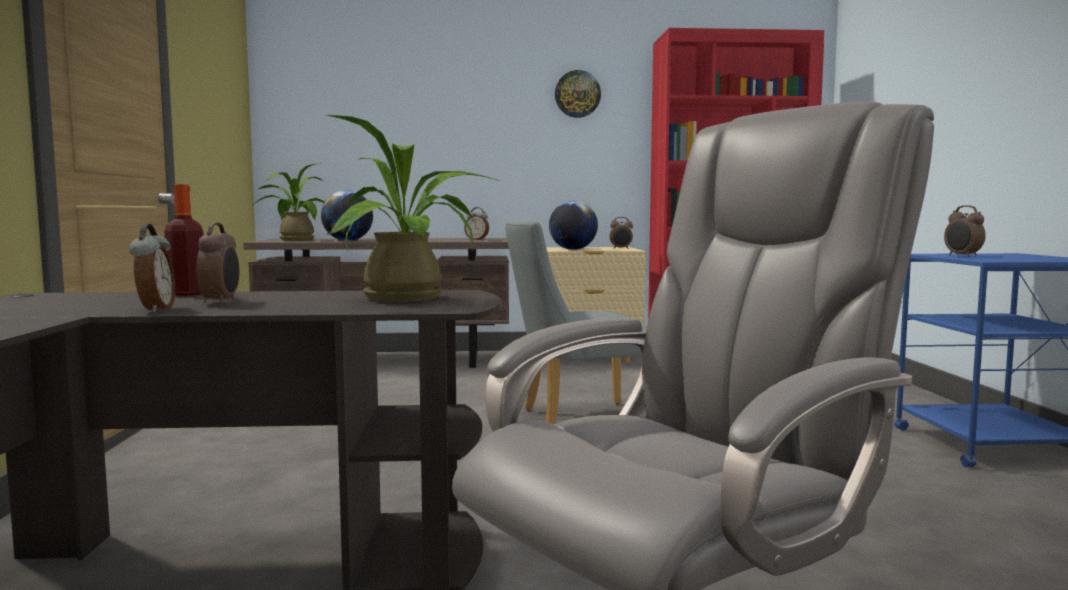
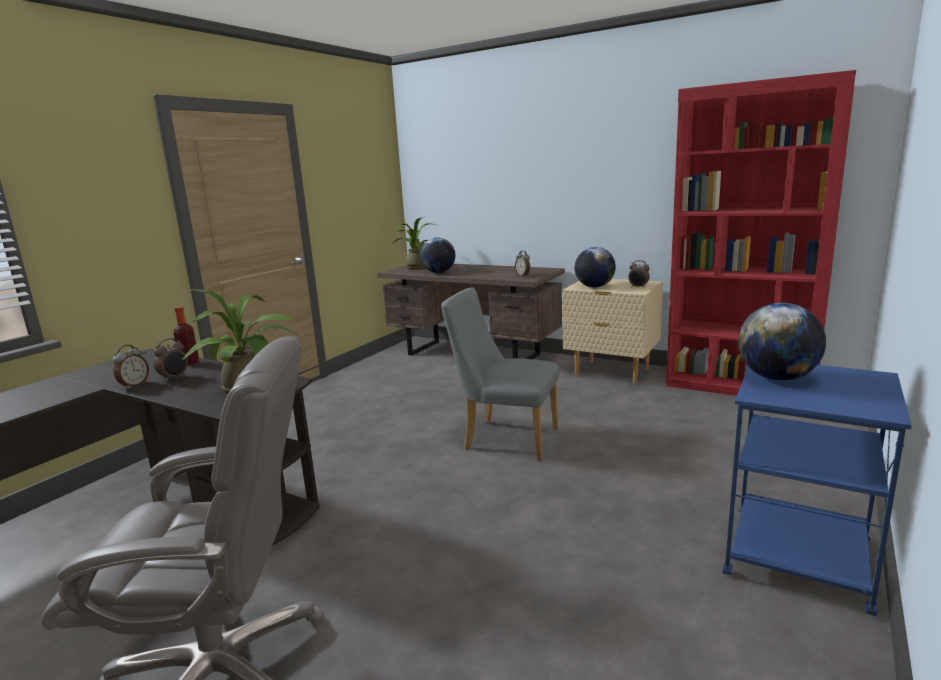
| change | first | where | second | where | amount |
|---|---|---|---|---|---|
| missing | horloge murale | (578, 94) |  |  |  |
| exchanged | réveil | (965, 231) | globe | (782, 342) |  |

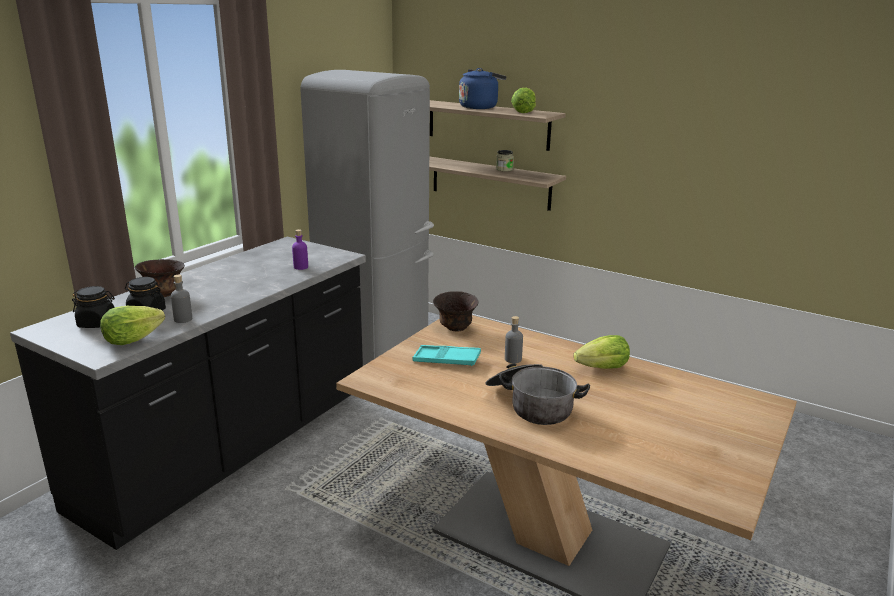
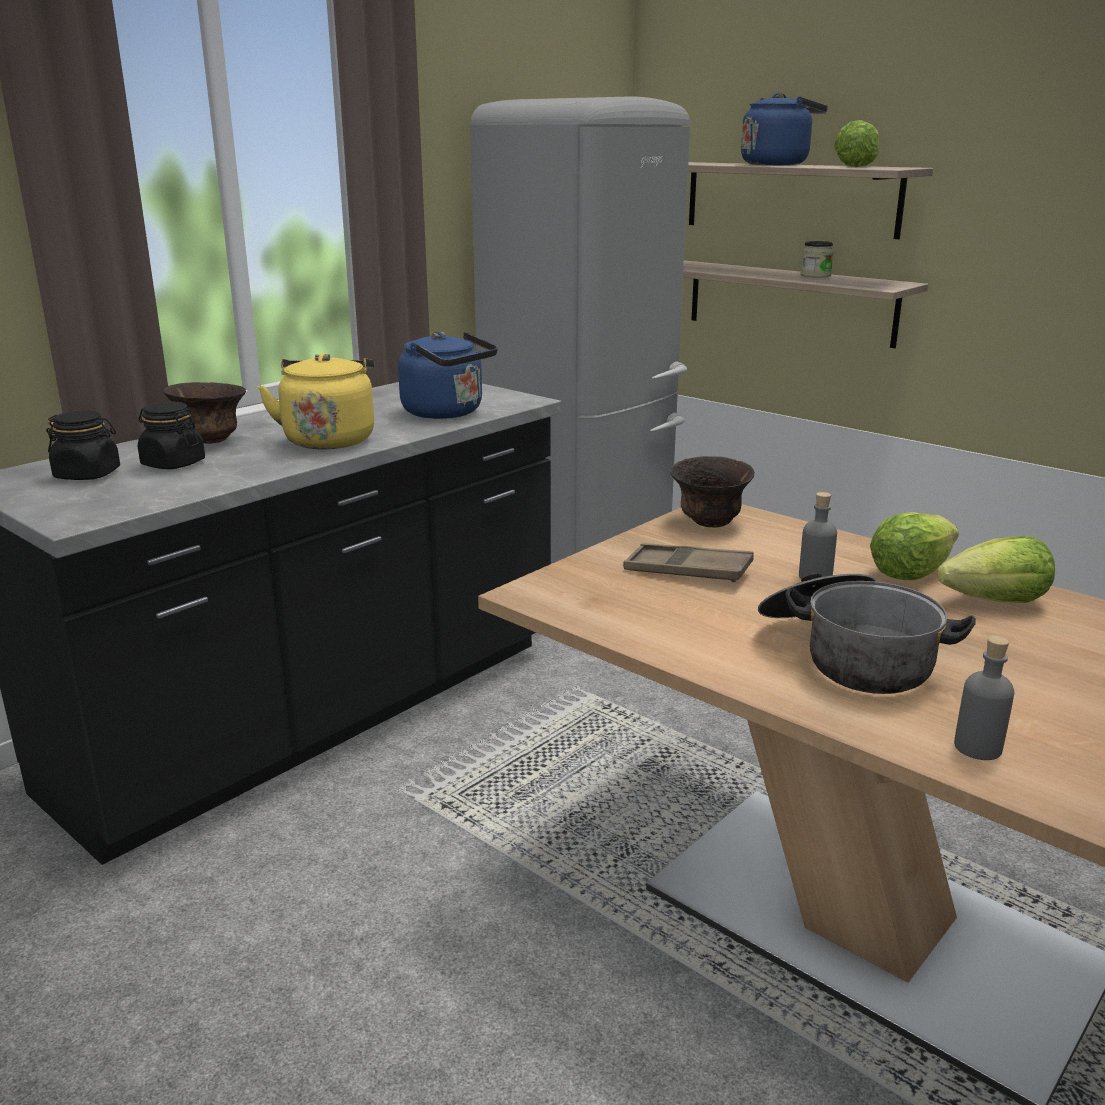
| change | first | where | second | where | amount |
|---|---|---|---|---|---|
| appeared |  |  | bouilloire (jaune) | (316, 401) |  |
| relocated | laitue | (132, 325) |  | (914, 546) |  |
| relocated | bouteille (gris) | (181, 299) |  | (984, 698) |  |
| exchanged | bouteille (violet) | (300, 249) | bouilloire (bleu) | (448, 375) |  |
| colour | plateau (turquoise) | (446, 355) | plateau (marron) | (688, 562) |  |

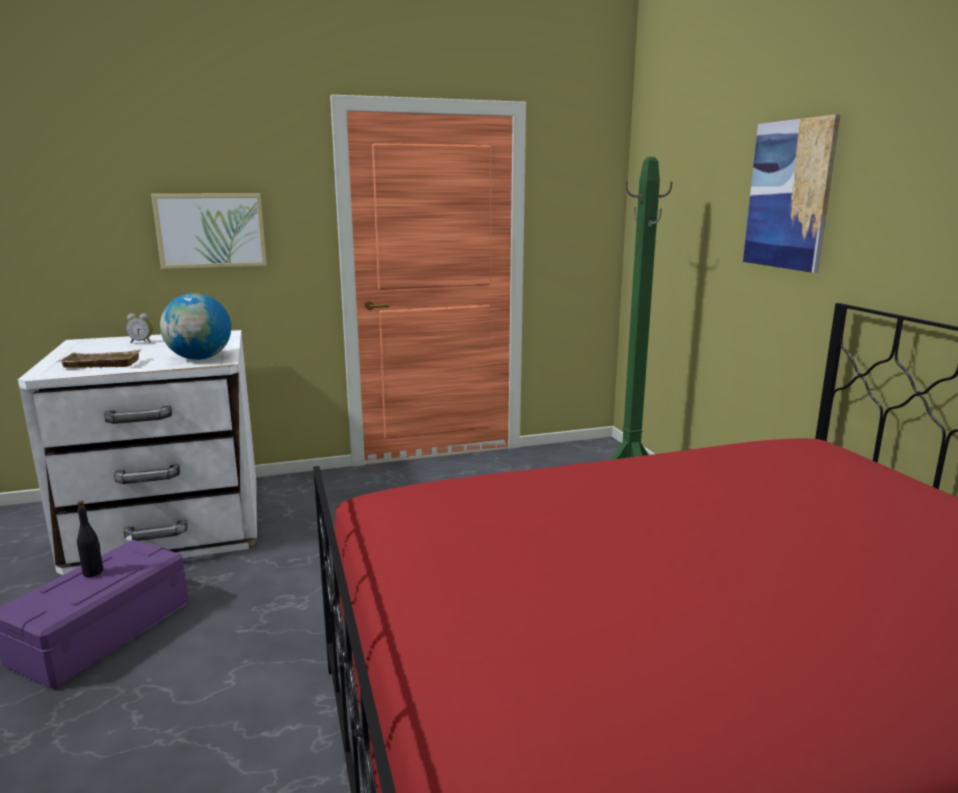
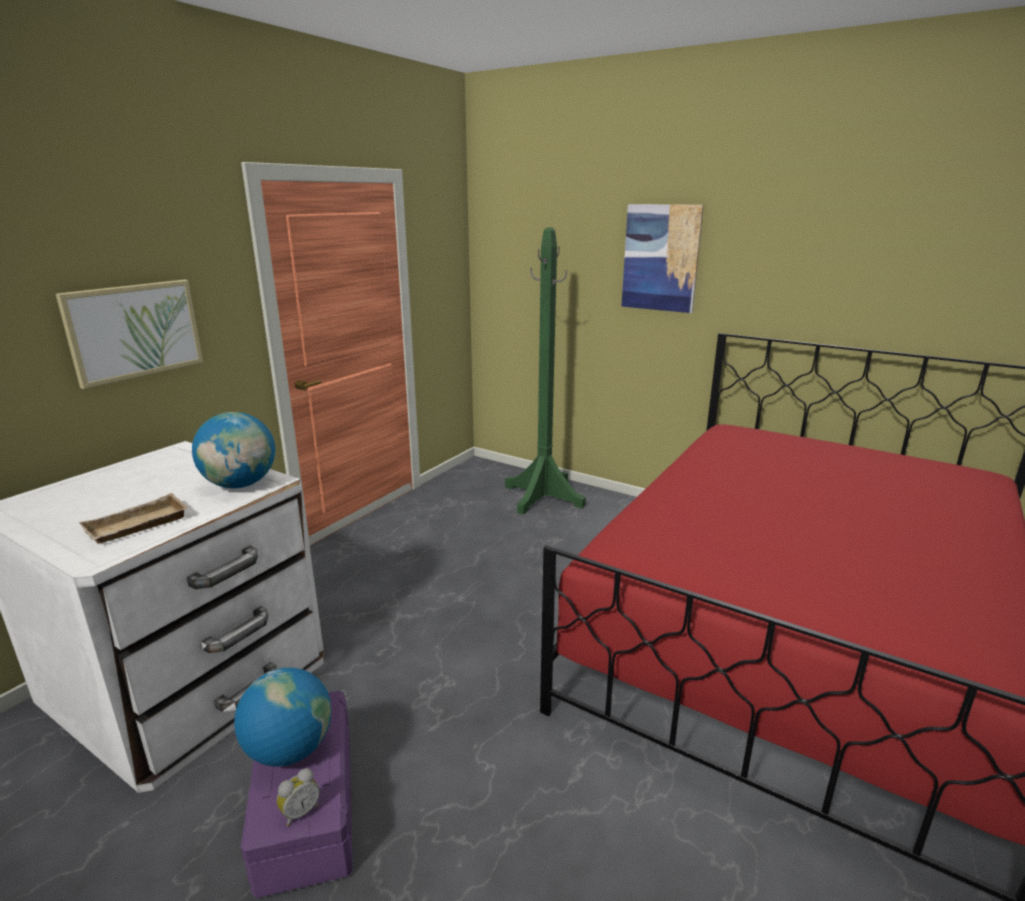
| change | first | where | second | where | amount |
|---|---|---|---|---|---|
| relocated | réveil | (139, 328) |  | (298, 797) |  |
| exchanged | bouteille (noir) | (90, 539) | globe | (282, 717) |  |

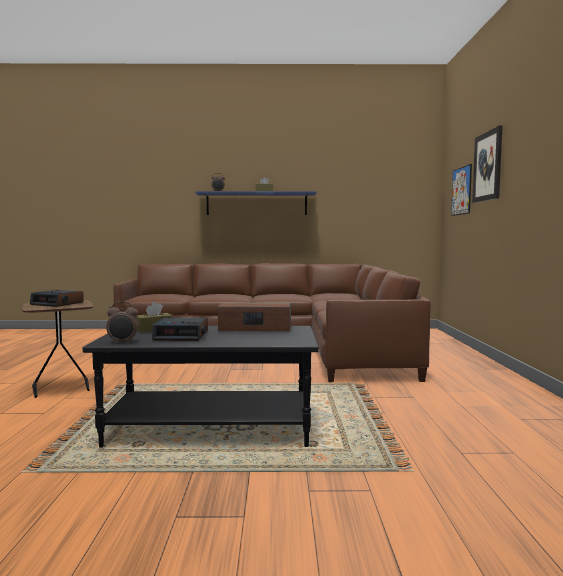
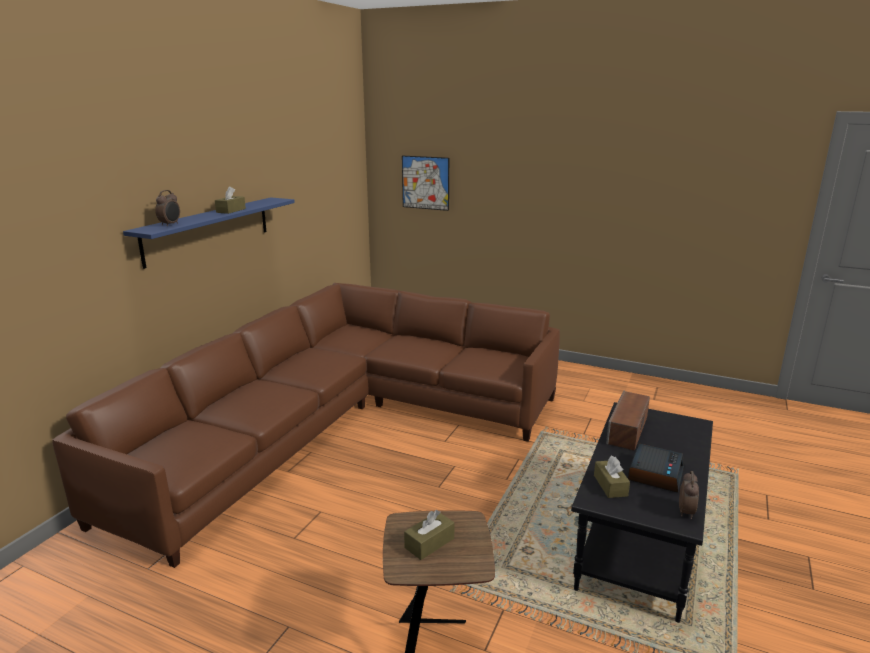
| change | first | where | second | where | amount |
|---|---|---|---|---|---|
| missing | tableau | (487, 164) |  |  |  |
| exchanged | réveil | (57, 298) | boîte à mouchoirs (marron) | (429, 535) |  |

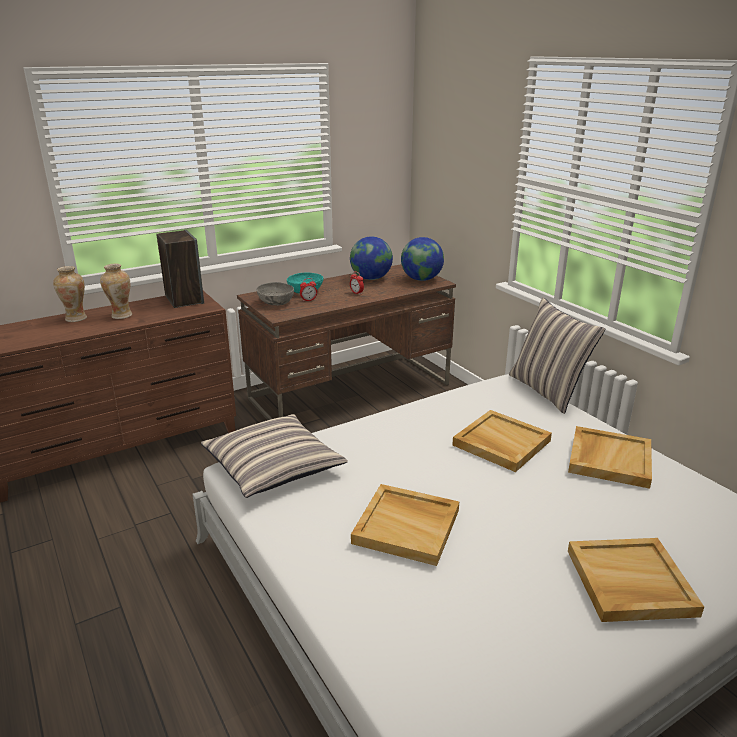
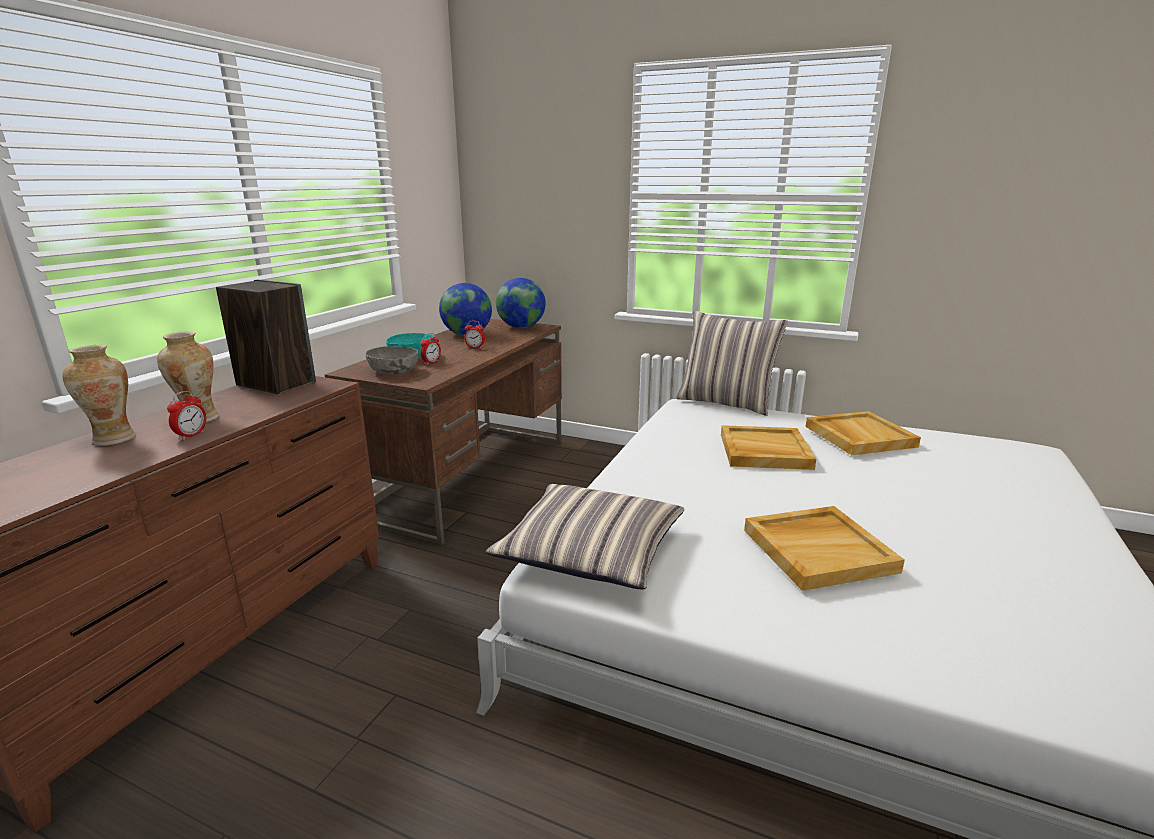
| change | first | where | second | where | amount |
|---|---|---|---|---|---|
| missing | plateau (beige) | (636, 580) |  |  |  |
| appeared |  |  | réveil | (186, 415) |  |

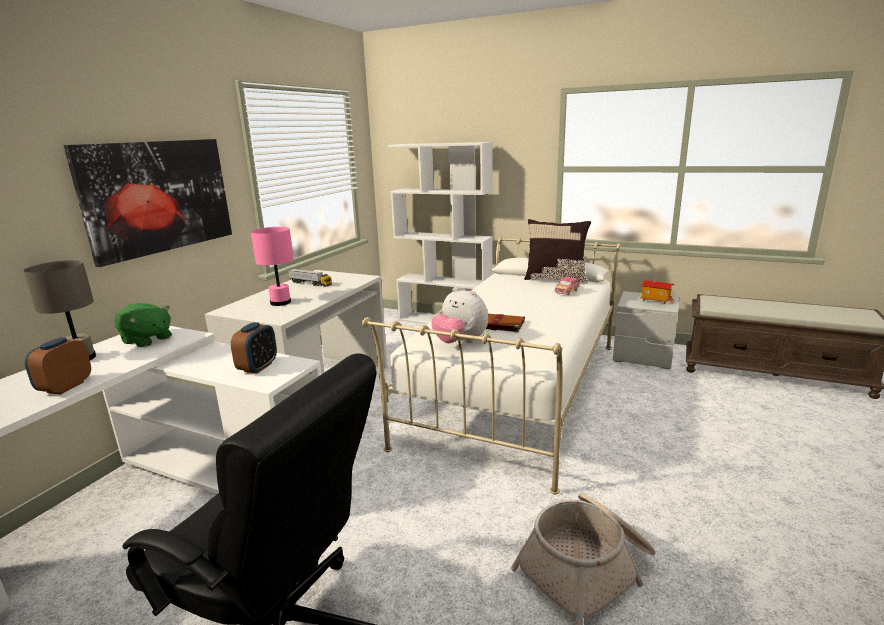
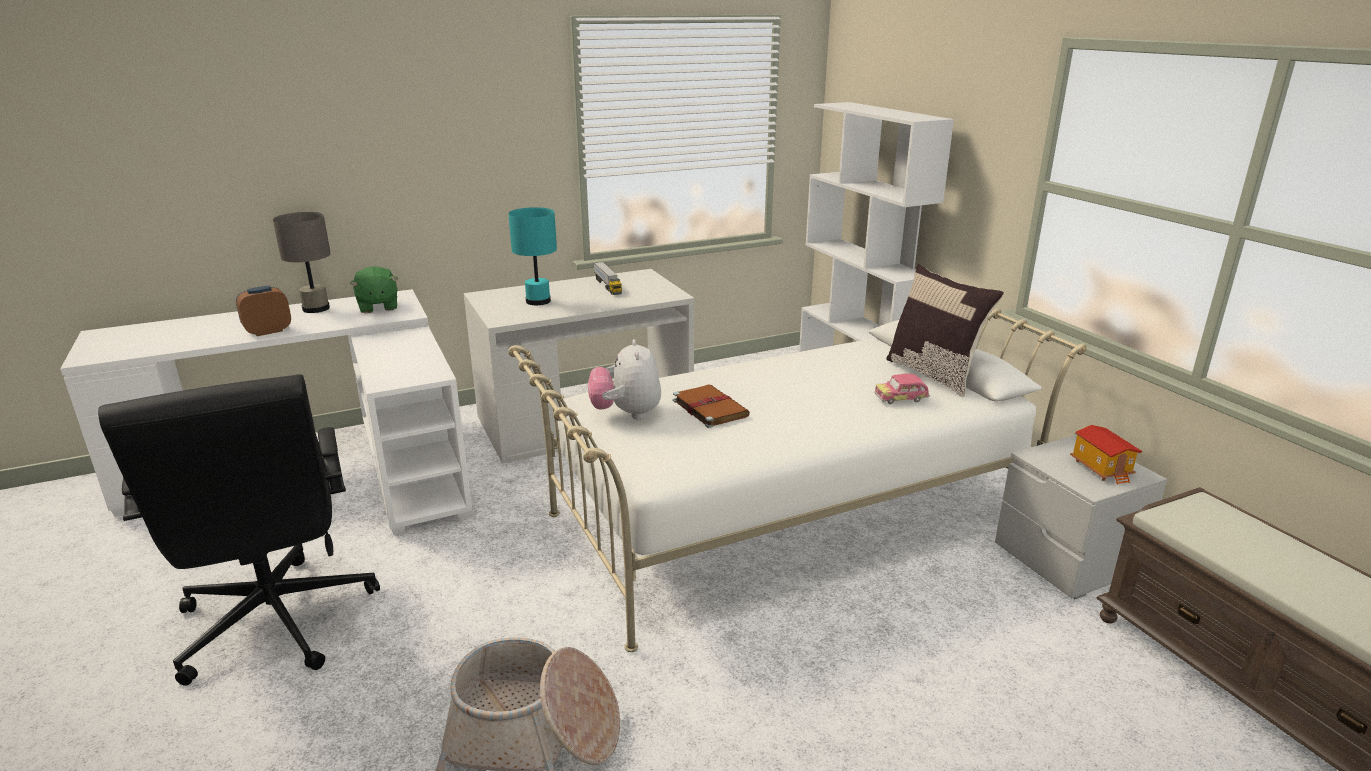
| change | first | where | second | where | amount |
|---|---|---|---|---|---|
| missing | tableau | (148, 203) |  |  |  |
| missing | réveil | (254, 348) |  |  |  |
| colour | lampe de table (rose) | (272, 266) | lampe de table (turquoise) | (533, 256) |  |

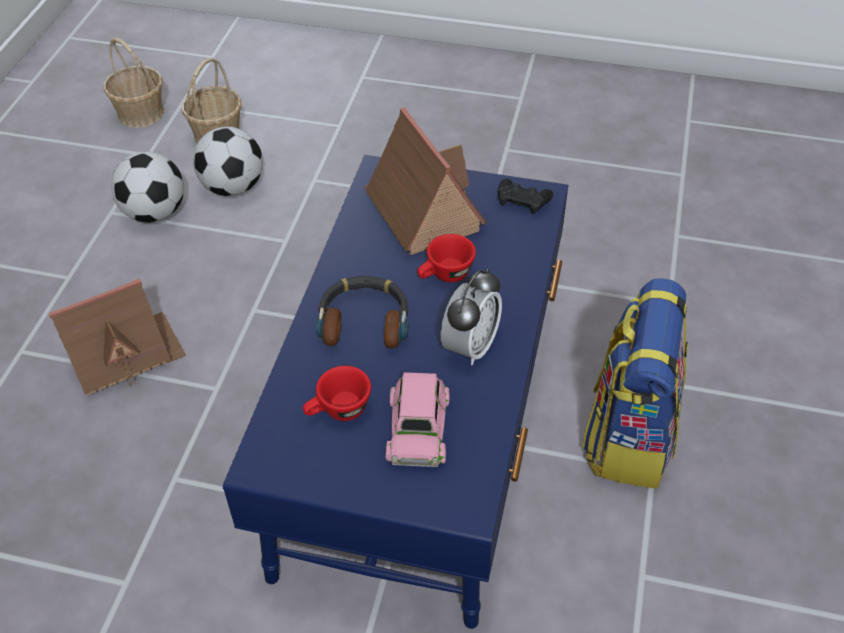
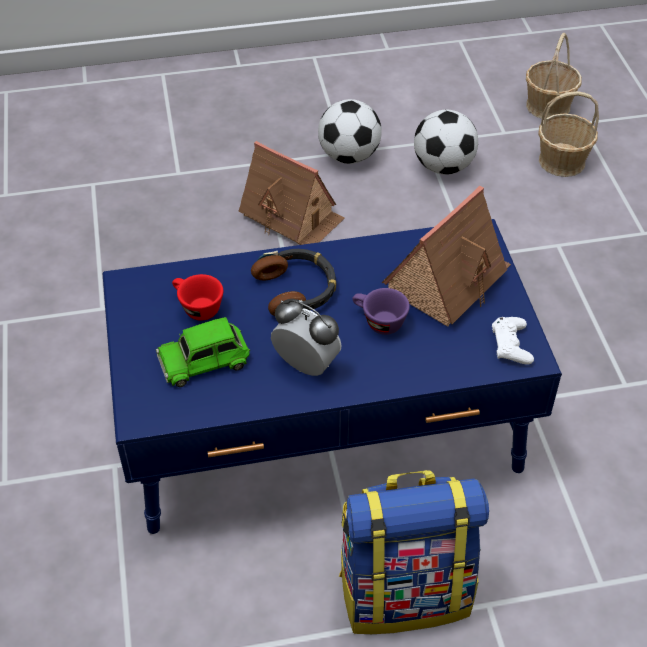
| change | first | where | second | where | amount |
|---|---|---|---|---|---|
| relocated | ballon de foot | (228, 161) |  | (350, 131) |  |
| colour | petite voiture (rose) | (417, 419) | petite voiture (vert) | (203, 352) |  |
| colour | tasse (rouge) | (446, 258) | tasse (violet) | (381, 311) |  |
| colour | manette (noir) | (525, 196) | manette (blanc) | (513, 341) |  |
| spun | réveil | (471, 317) |  | (306, 337) | 150 degrees counterclockwise |

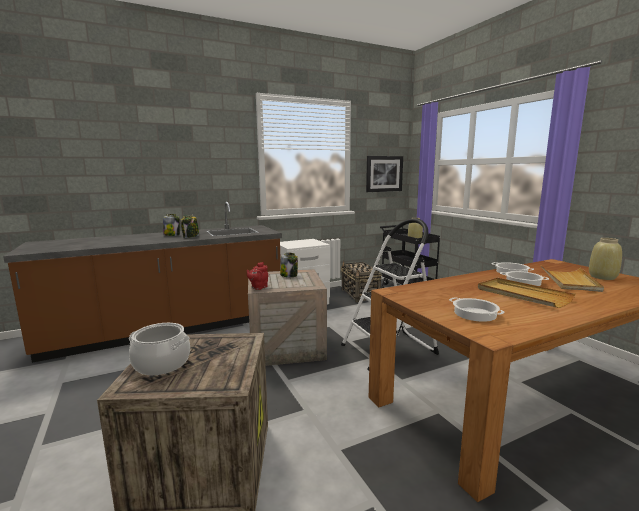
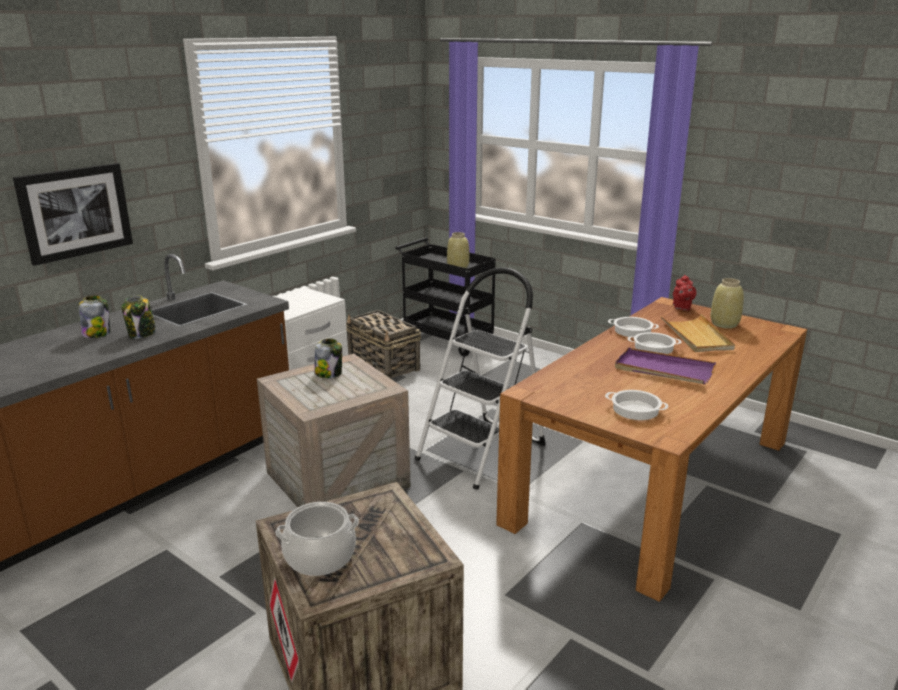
| change | first | where | second | where | amount |
|---|---|---|---|---|---|
| relocated | théière (rouge) | (257, 276) |  | (684, 293) |  |
| relocated | tableau | (384, 174) |  | (73, 214) |  |
| colour | plateau (beige) | (526, 293) | plateau (violet) | (665, 366) |  |

